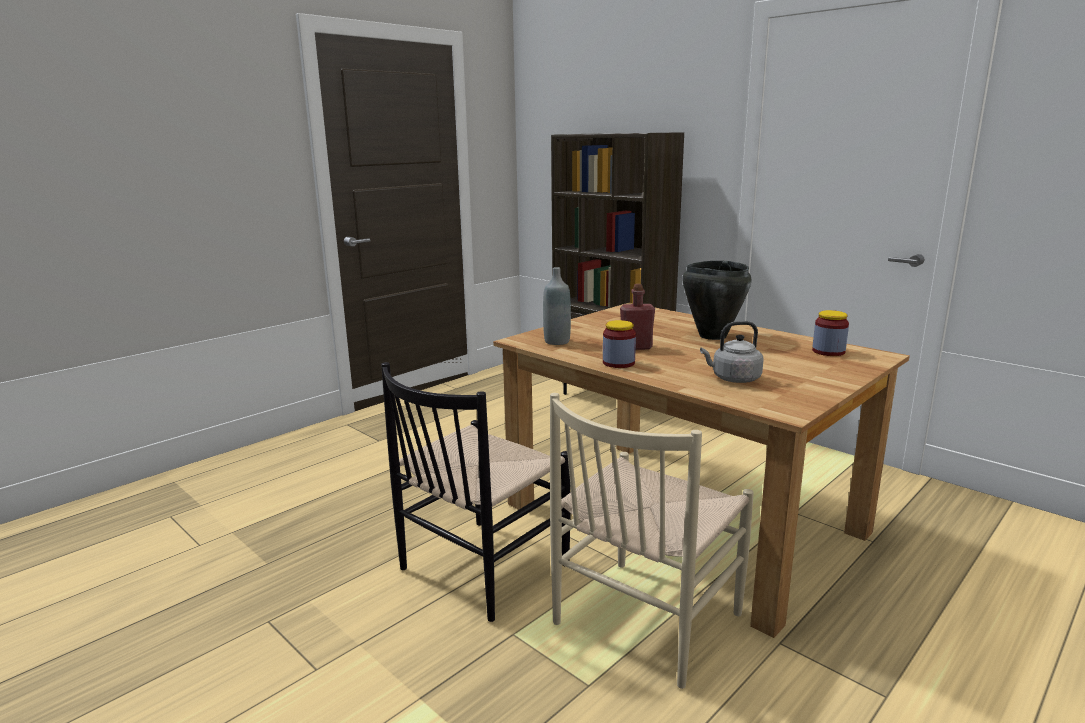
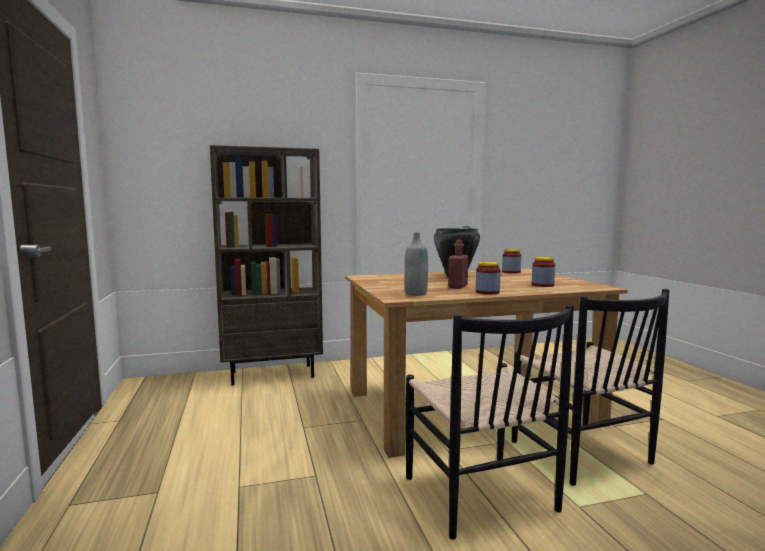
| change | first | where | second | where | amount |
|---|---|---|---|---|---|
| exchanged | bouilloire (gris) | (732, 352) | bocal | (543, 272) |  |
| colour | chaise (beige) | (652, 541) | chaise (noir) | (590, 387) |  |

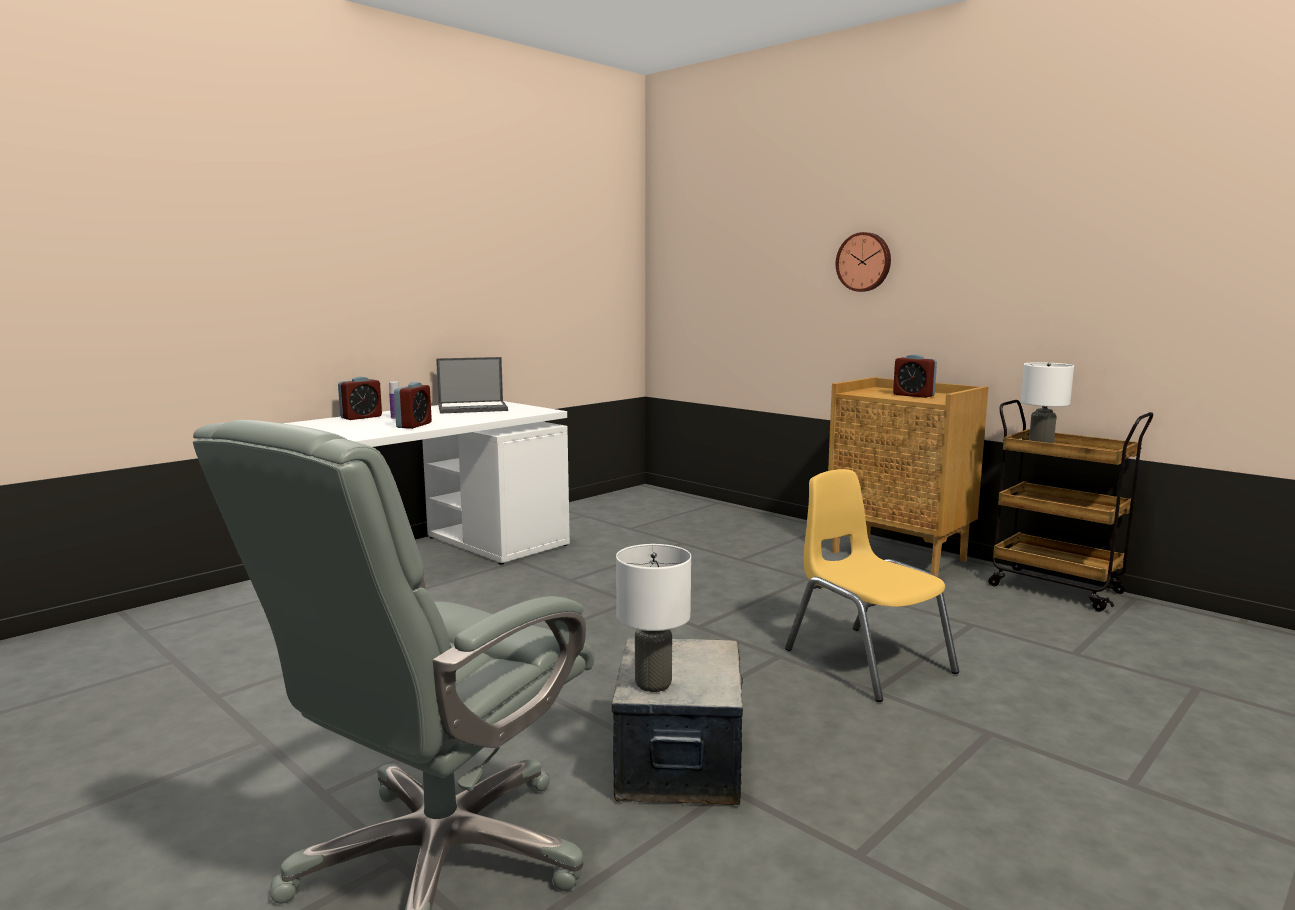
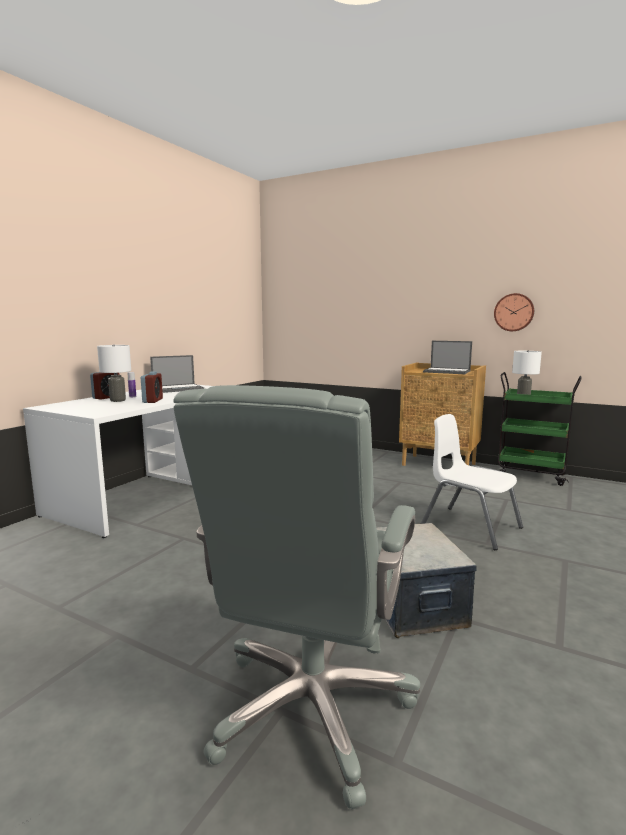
| change | first | where | second | where | amount |
|---|---|---|---|---|---|
| relocated | lampe de table (blanc) | (653, 618) |  | (114, 373) |  |
| relocated | horloge murale | (863, 262) |  | (514, 312) |  |
| exchanged | réveil | (915, 376) | ordinateur portable | (447, 357) |  |
| colour | chaise (jaune) | (872, 585) | chaise (blanc) | (472, 482) |  |
| colour | chariot (marron) | (1070, 506) | chariot (vert) | (539, 429) |  |

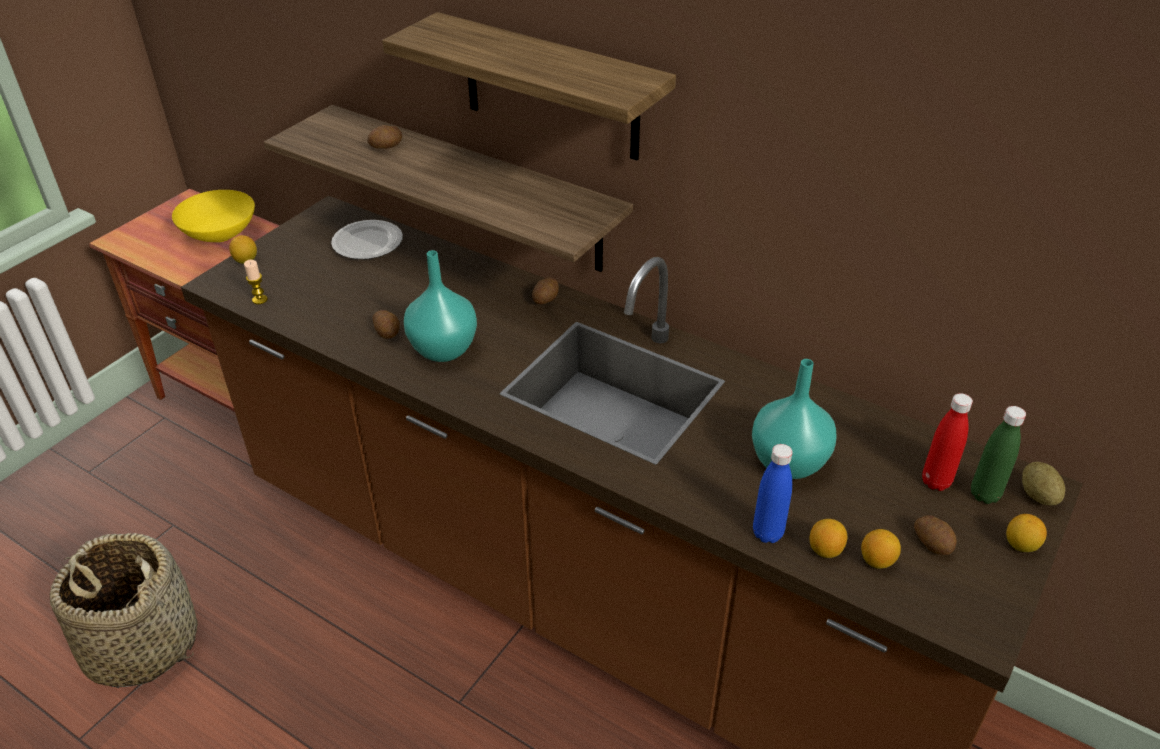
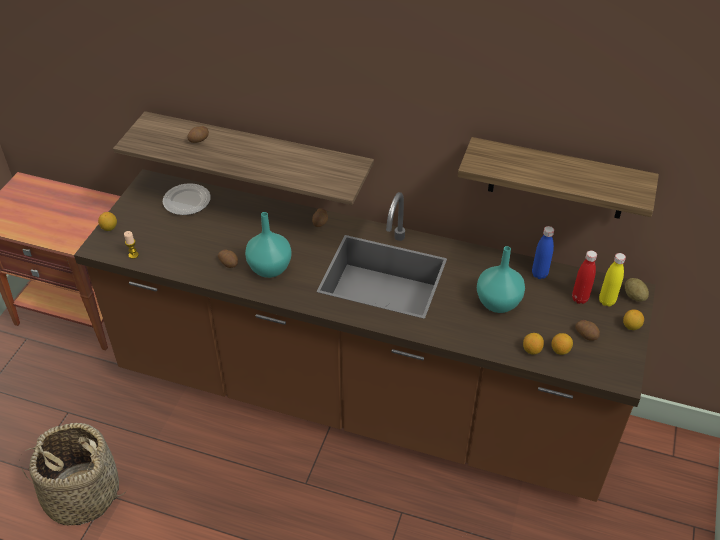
| change | first | where | second | where | amount |
|---|---|---|---|---|---|
| missing | bol (jaune) | (213, 216) |  |  |  |
| relocated | étagère | (529, 86) |  | (558, 178) |  |
| relocated | bouteille (bleu) | (773, 493) |  | (543, 252) |  |
| colour | bouteille (vert) | (998, 455) | bouteille (jaune) | (612, 280) |  |

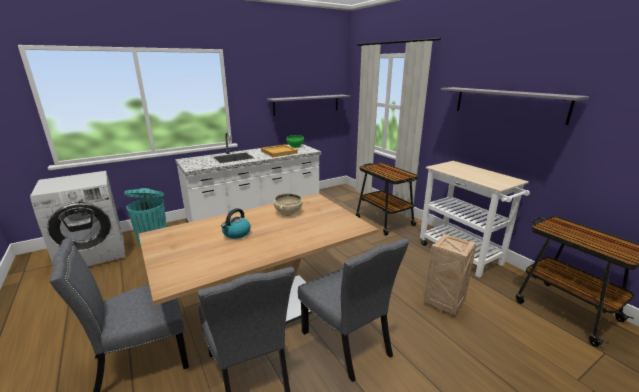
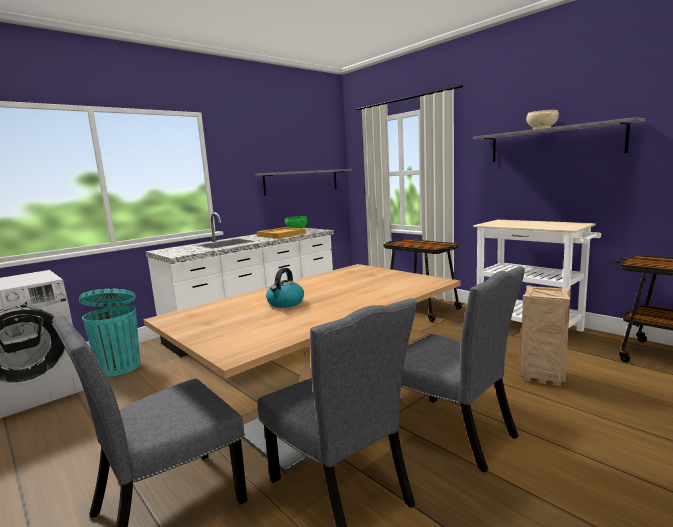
| change | first | where | second | where | amount |
|---|---|---|---|---|---|
| relocated | bol (beige) | (288, 204) |  | (542, 119) |  |

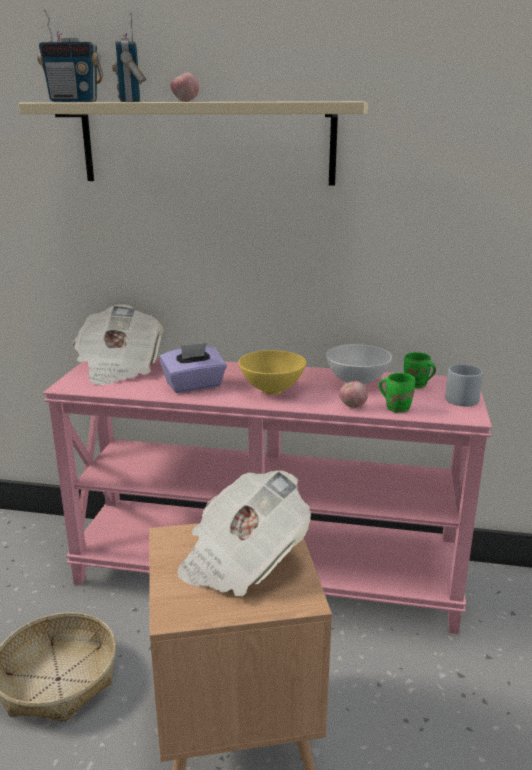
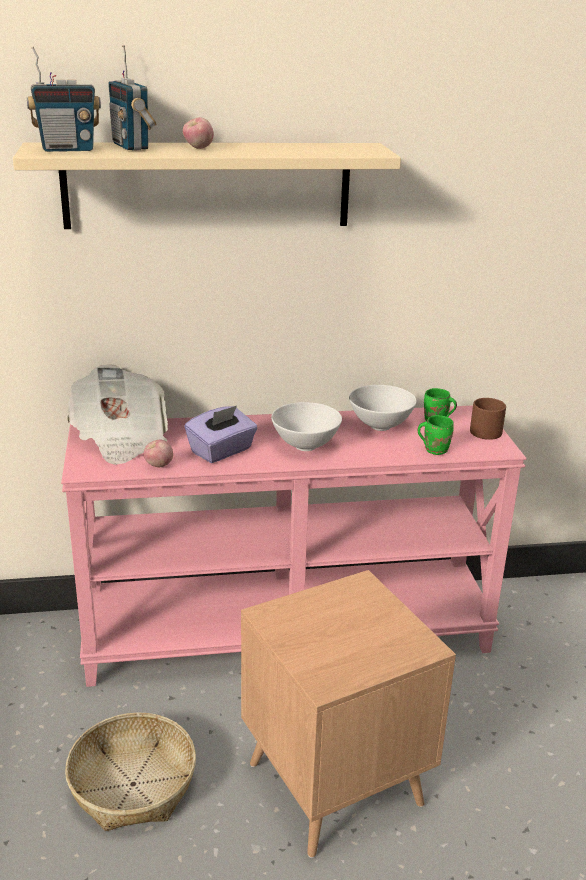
| change | first | where | second | where | amount |
|---|---|---|---|---|---|
| missing | journal | (244, 533) |  |  |  |
| relocated | pomme | (353, 394) |  | (158, 453) |  |
| colour | bol (jaune) | (272, 372) | bol (blanc) | (306, 426) |  |
| colour | mug (gris) | (464, 385) | mug (marron) | (488, 419) |  |

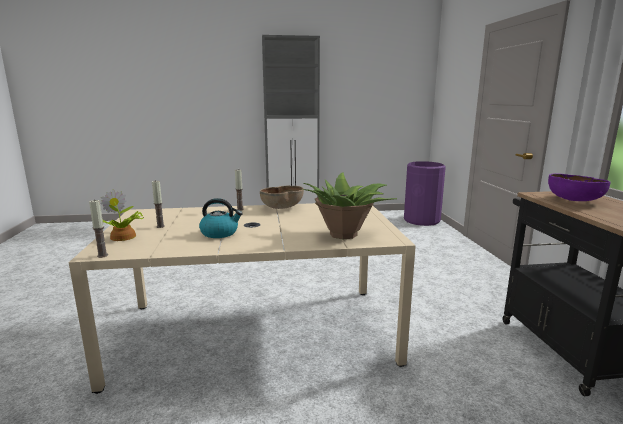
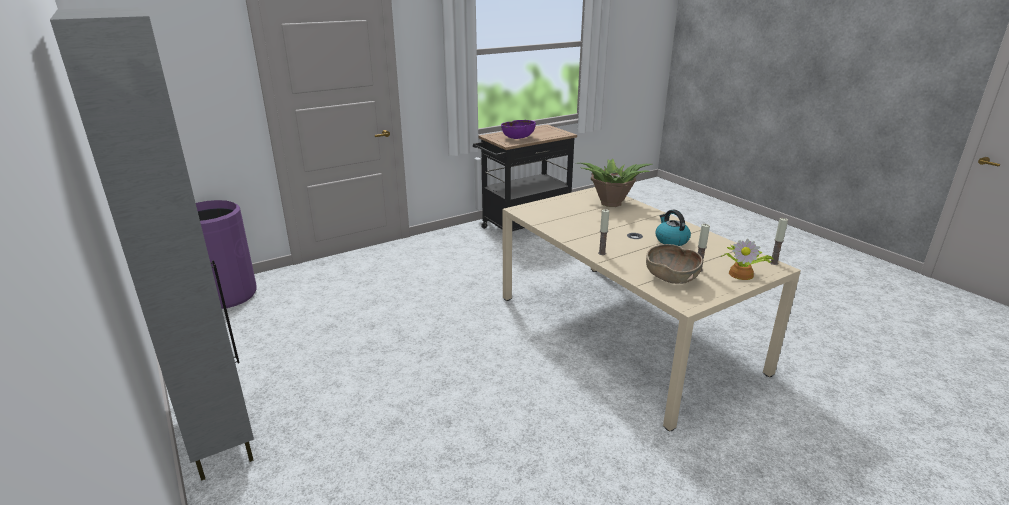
| change | first | where | second | where | amount |
|---|---|---|---|---|---|
| relocated | bol (marron) | (282, 197) |  | (674, 264) |  |

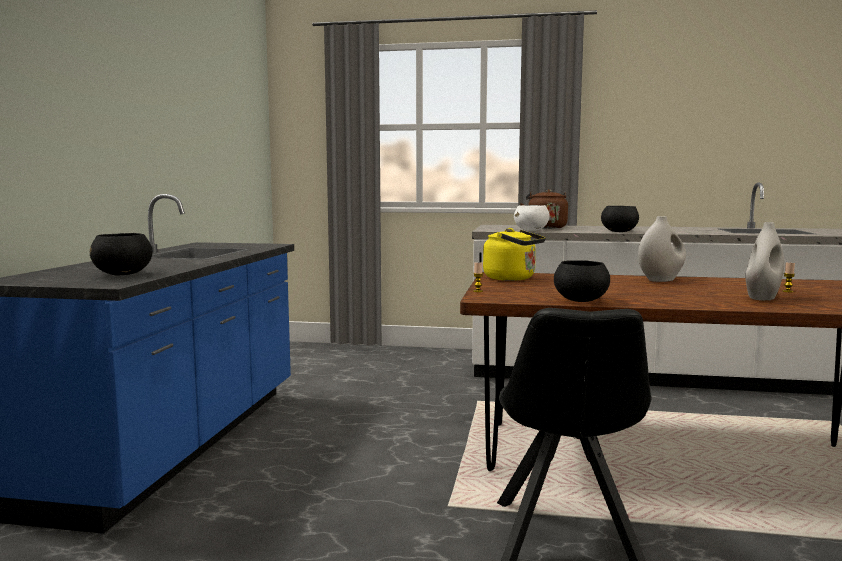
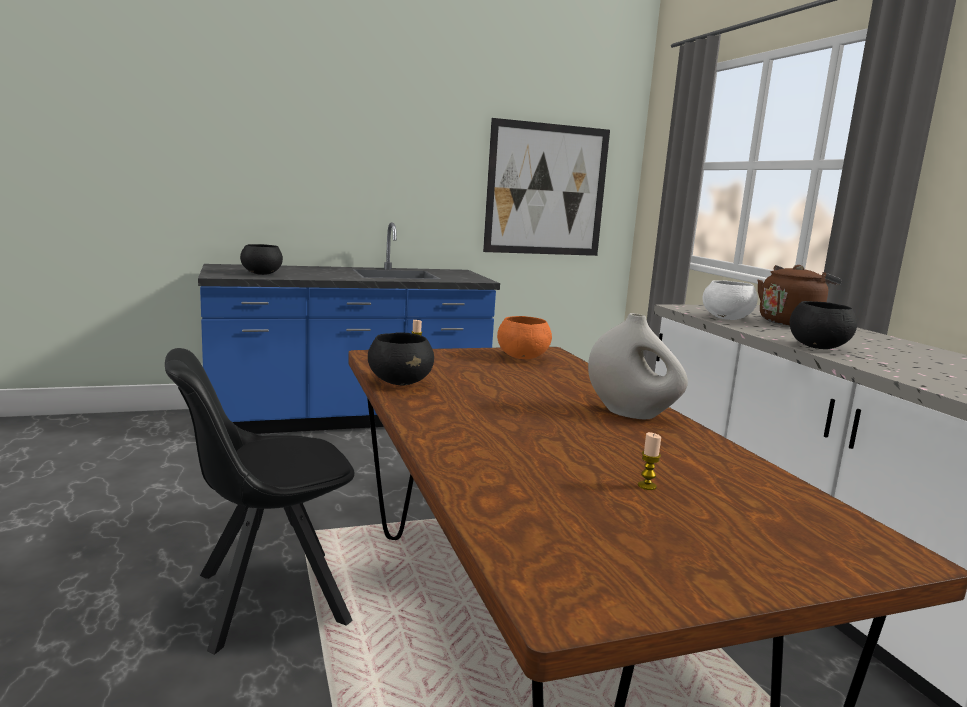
| change | first | where | second | where | amount |
|---|---|---|---|---|---|
| missing | vase (blanc) | (764, 261) |  |  |  |
| appeared |  |  | tableau | (546, 187) |  |
| exchanged | bouilloire (jaune) | (514, 254) | bol (orange) | (524, 337) |  |

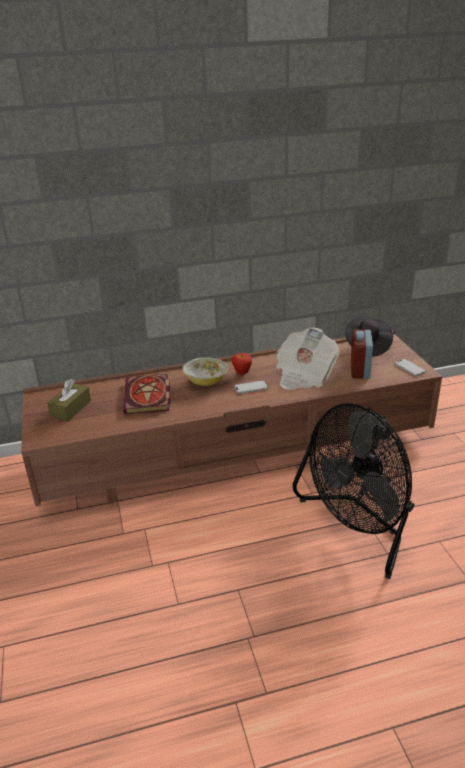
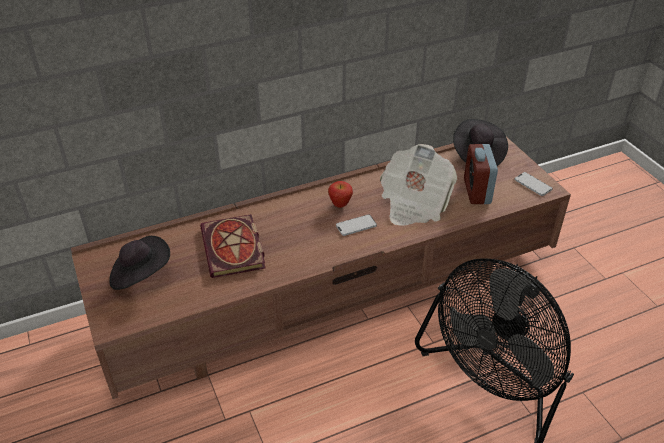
| change | first | where | second | where | amount |
|---|---|---|---|---|---|
| missing | bol | (205, 372) |  |  |  |
| exchanged | boîte à mouchoirs (marron) | (69, 400) | chapeau (noir) | (139, 263) |  |

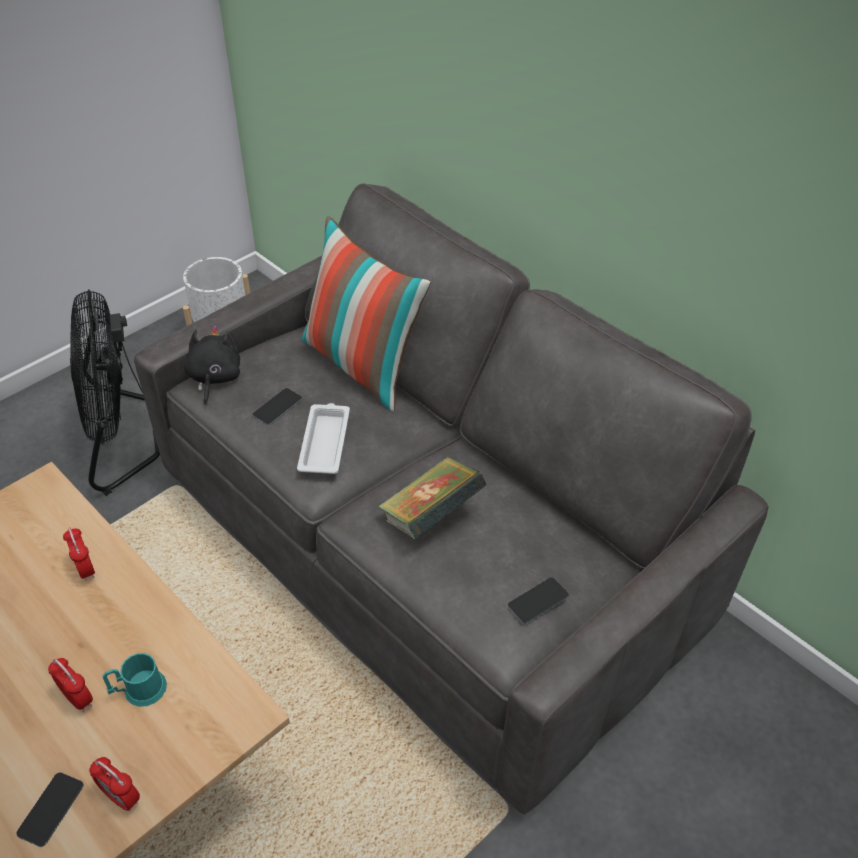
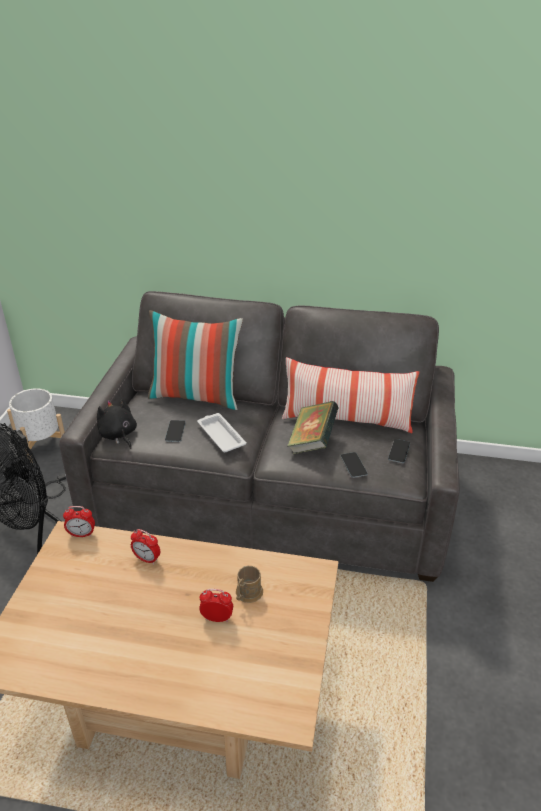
| change | first | where | second | where | amount |
|---|---|---|---|---|---|
| appeared |  |  | coussin | (350, 395) |  |
| relocated | téléphone | (50, 810) |  | (354, 465) |  |
| relocated | réveil | (114, 784) |  | (79, 521) |  |
| colour | mug (turquoise) | (134, 680) | mug (marron) | (249, 584) |  |

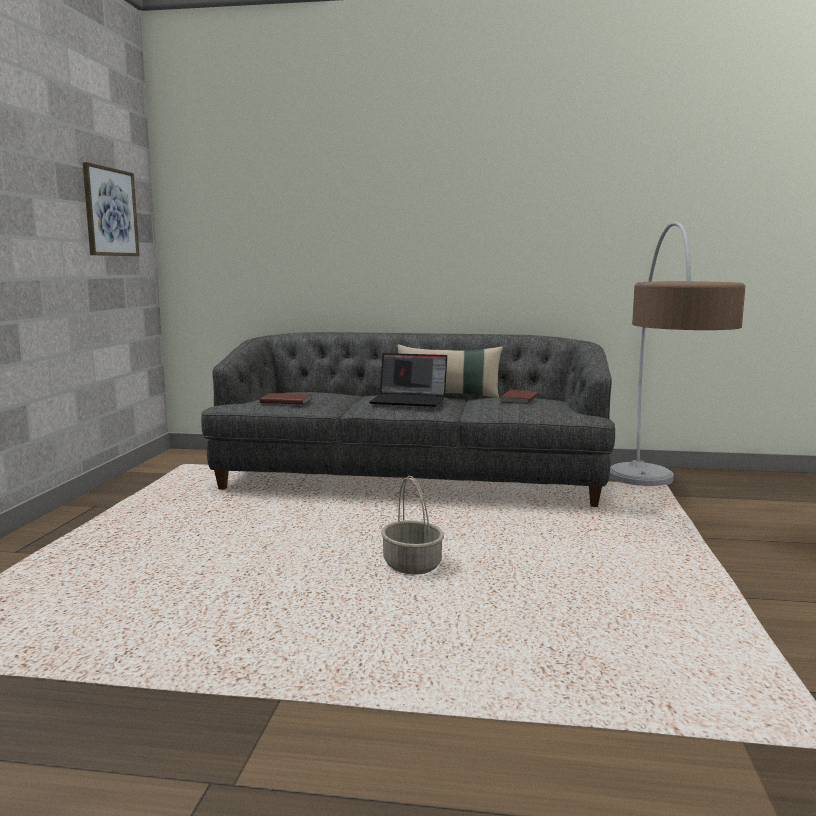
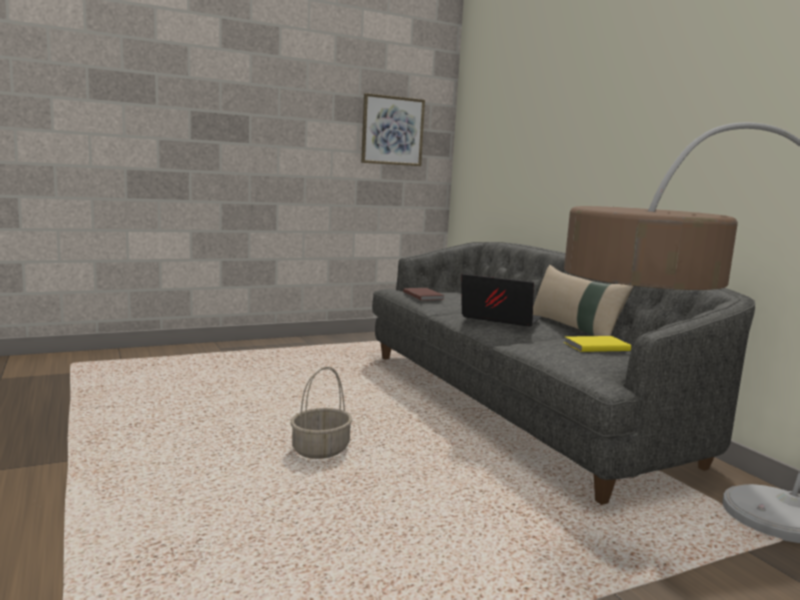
| change | first | where | second | where | amount |
|---|---|---|---|---|---|
| colour | livre (marron) | (519, 397) | livre (jaune) | (597, 344) |  |
| spun | ordinateur portable | (408, 380) |  | (501, 300) | 135 degrees clockwise |

